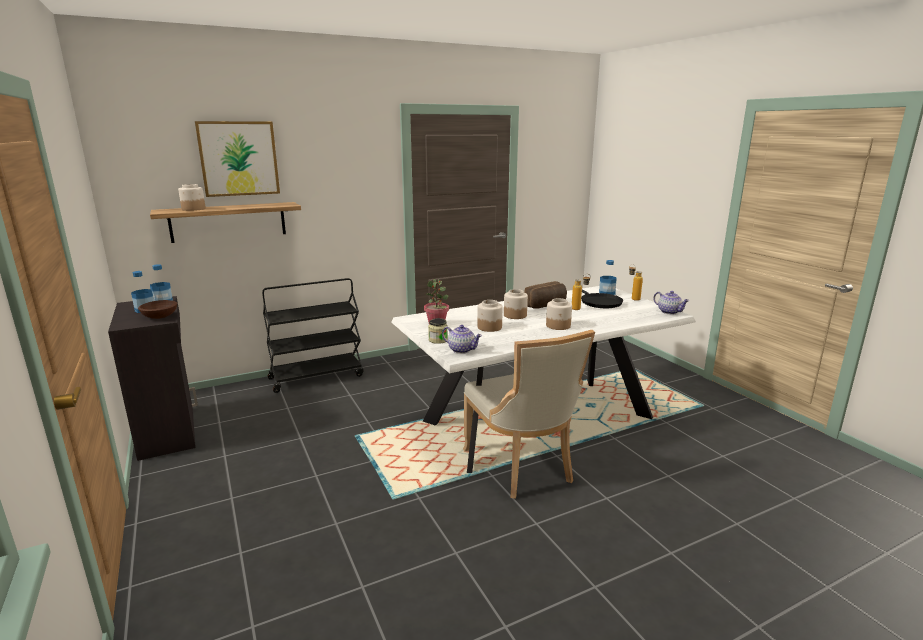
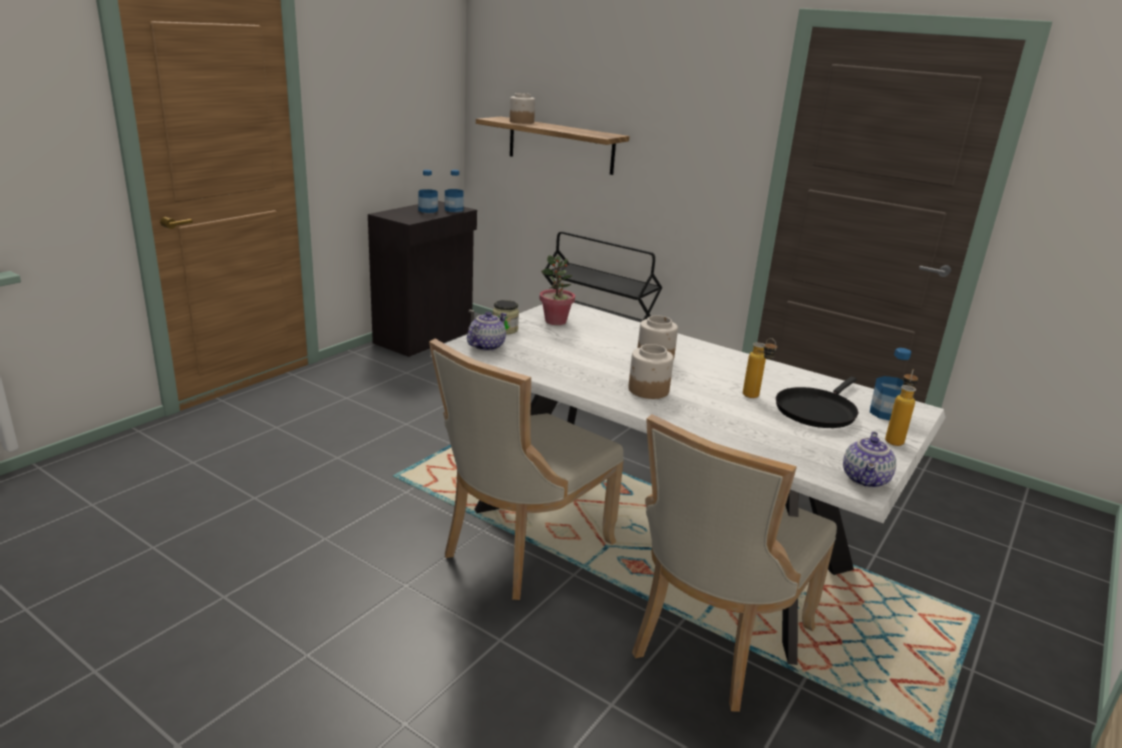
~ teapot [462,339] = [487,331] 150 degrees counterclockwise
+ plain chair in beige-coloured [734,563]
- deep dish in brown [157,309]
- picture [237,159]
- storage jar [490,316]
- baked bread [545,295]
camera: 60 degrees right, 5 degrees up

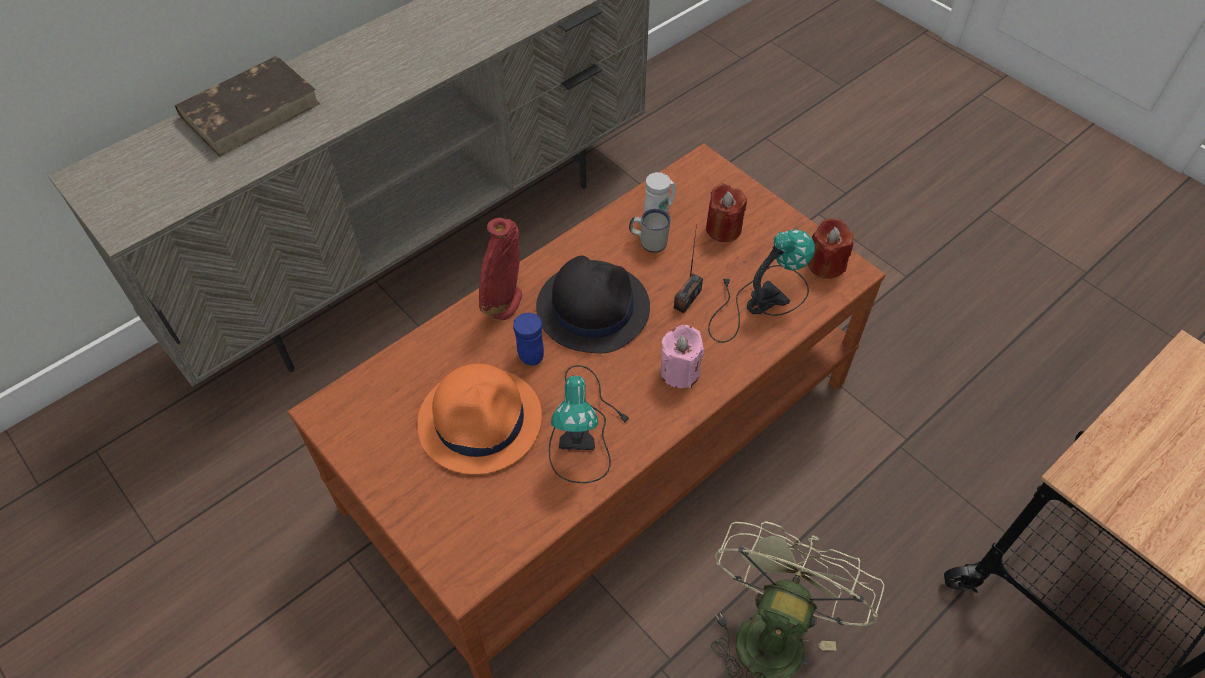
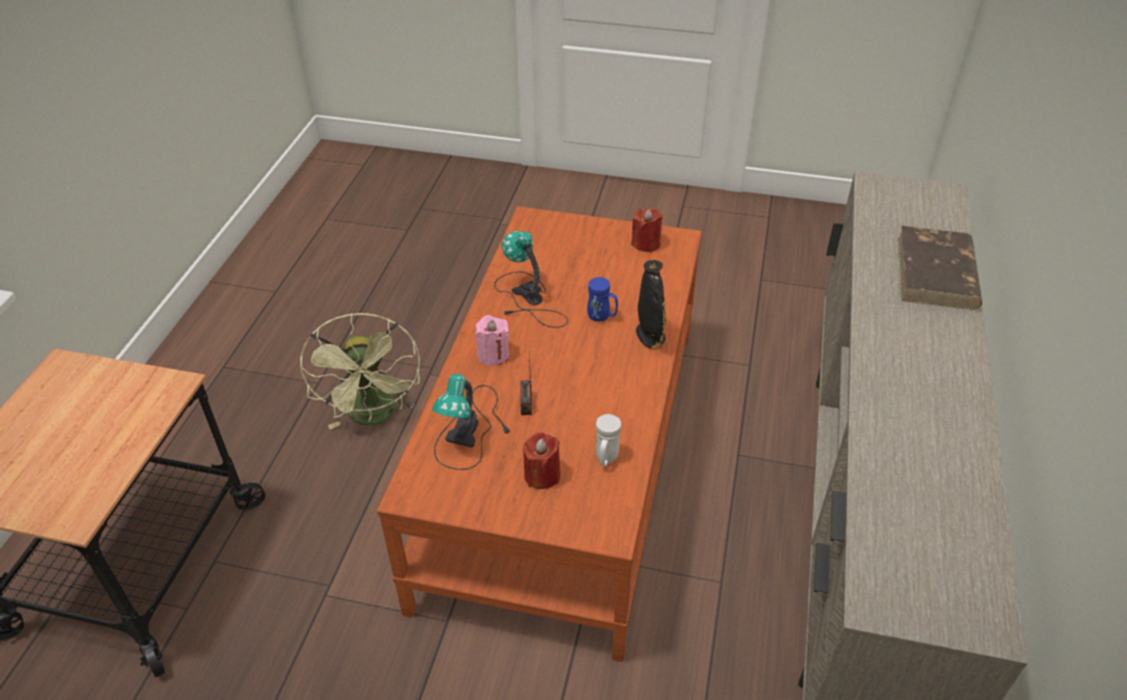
~ candle in reddish [831,248] to [646,230]
~ decorative vase in reddish [500,269] to decorative vase in black [651,304]
- hat in orange-coloured [479,419]
- hat in black [593,304]
- coffee mug in whitish [650,231]
camera: 145 degrees right, 10 degrees down

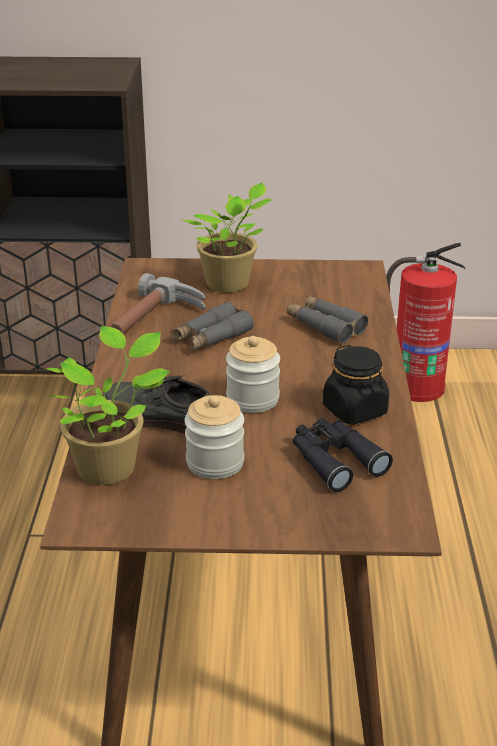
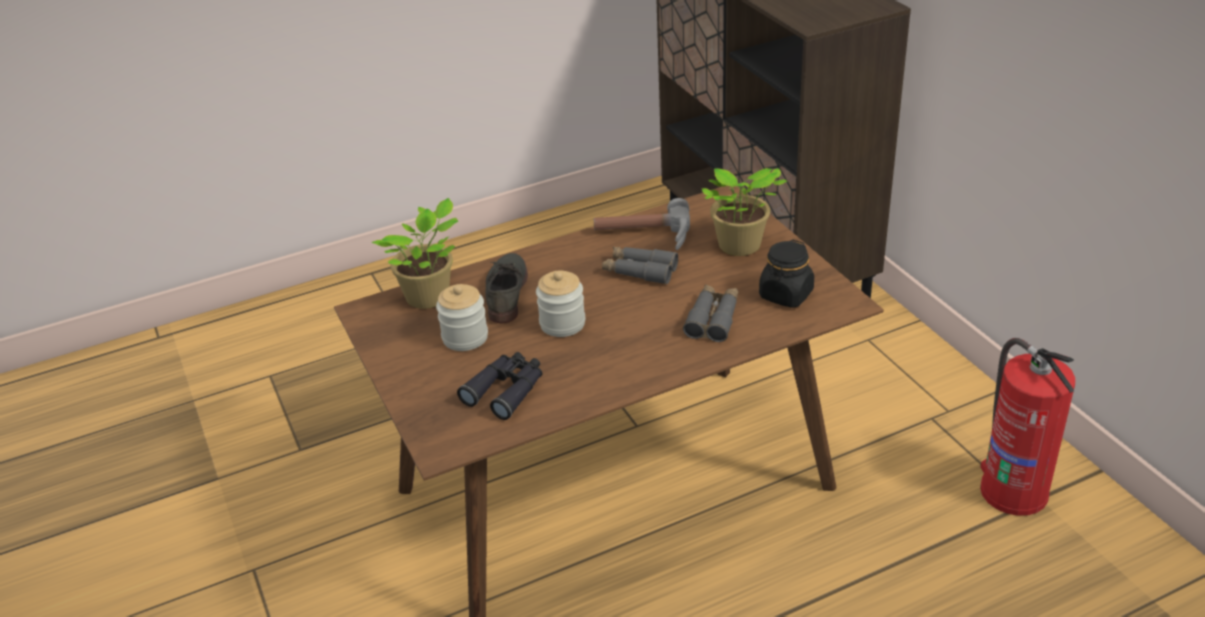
~ storage jar in black [356,385] to [786,274]
camera: 65 degrees right, 5 degrees up

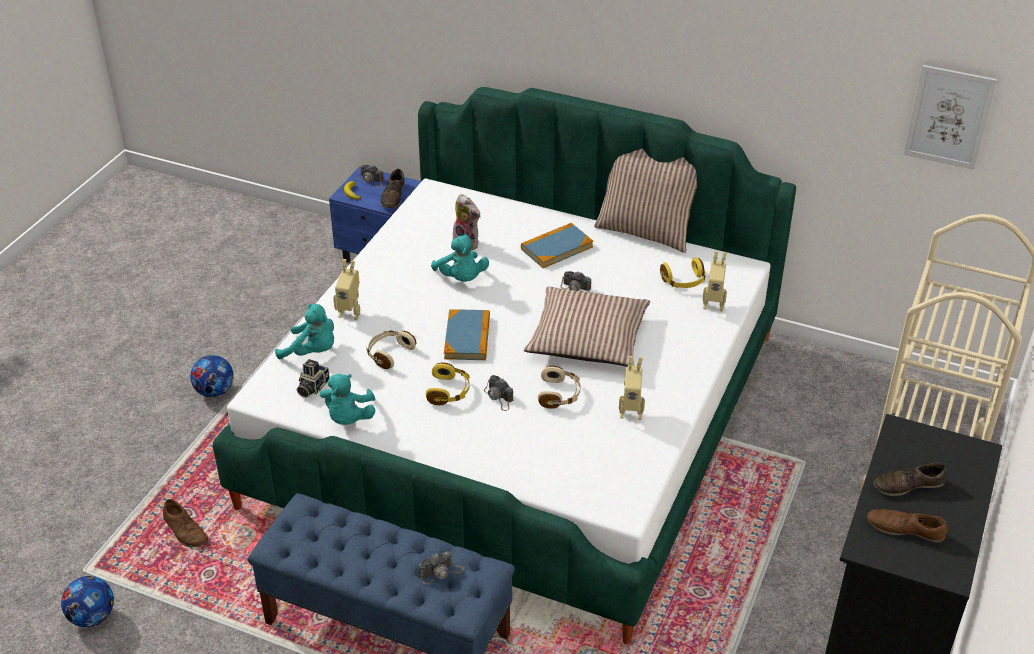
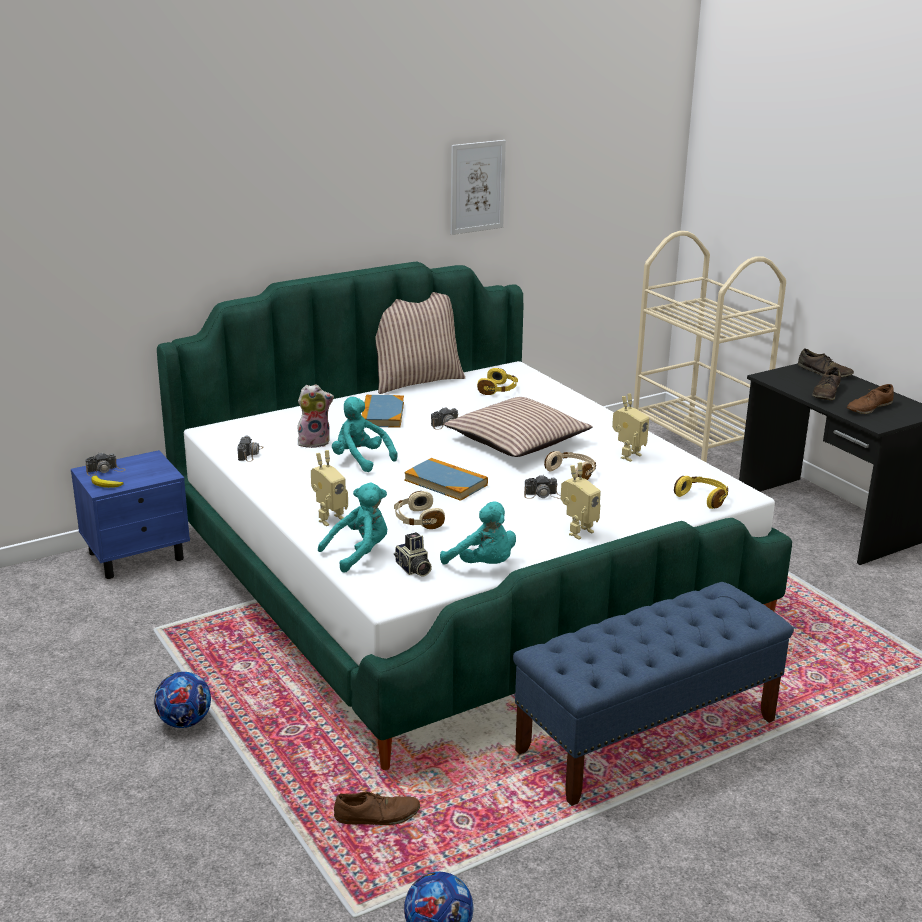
~ photo camera [441,567] to [251,449]
~ soft toy in blue-green [460,258] = [365,434] 150 degrees counterclockwise
~ picture [950,117] to [478,187]
~ toy robot [715,281] to [581,501]
~ headset in yellow-coloured [448,384] to [701,492]
~ shoe in brown [393,188] to [826,363]
camera: 55 degrees left, 15 degrees down

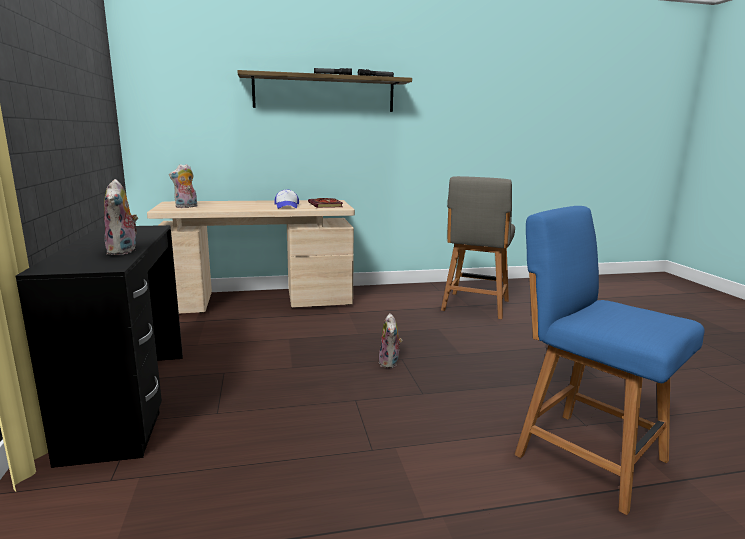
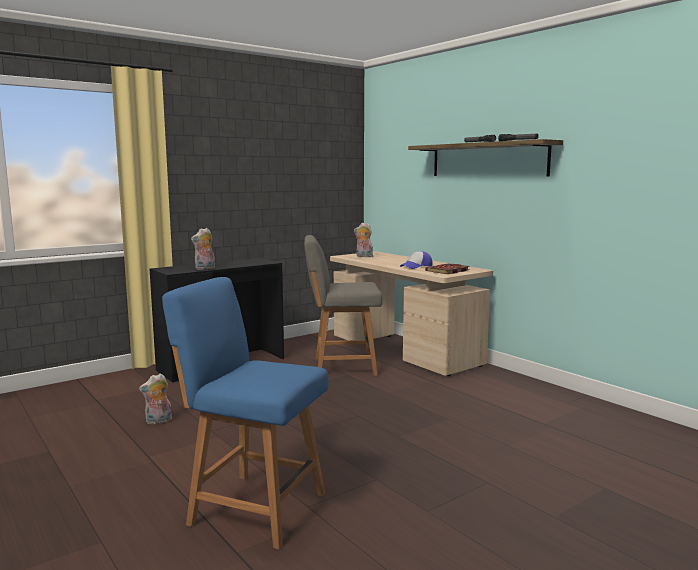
~ soft toy [391,340] to [155,398]
~ plain chair in blue [609,360] = [245,413] 90 degrees counterclockwise
~ plain chair in grey [478,247] to [343,305]
camera: 65 degrees right, 5 degrees down

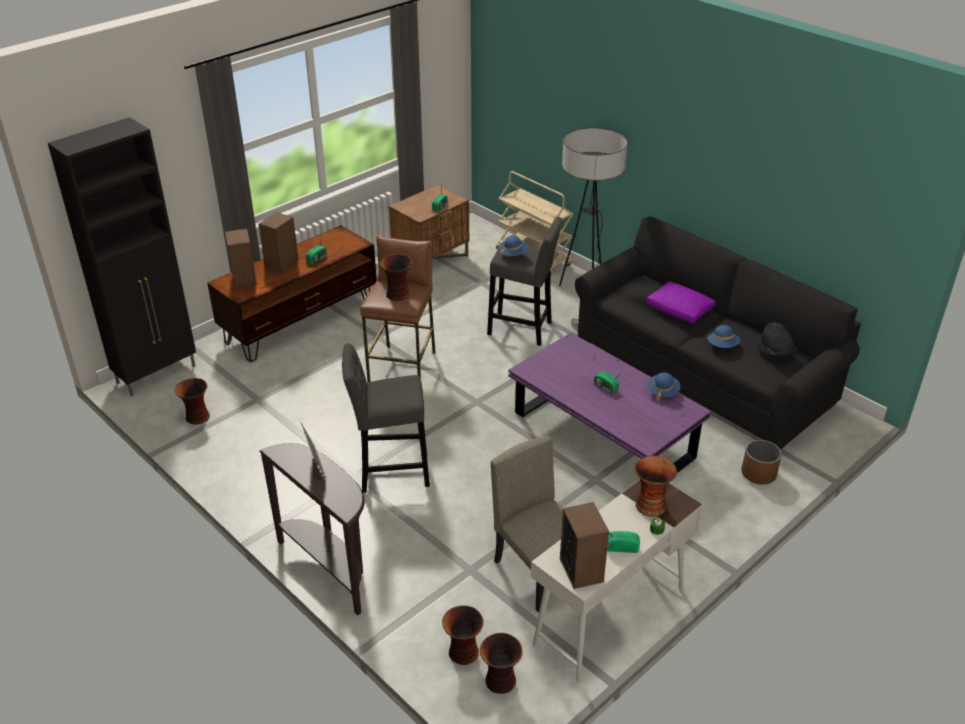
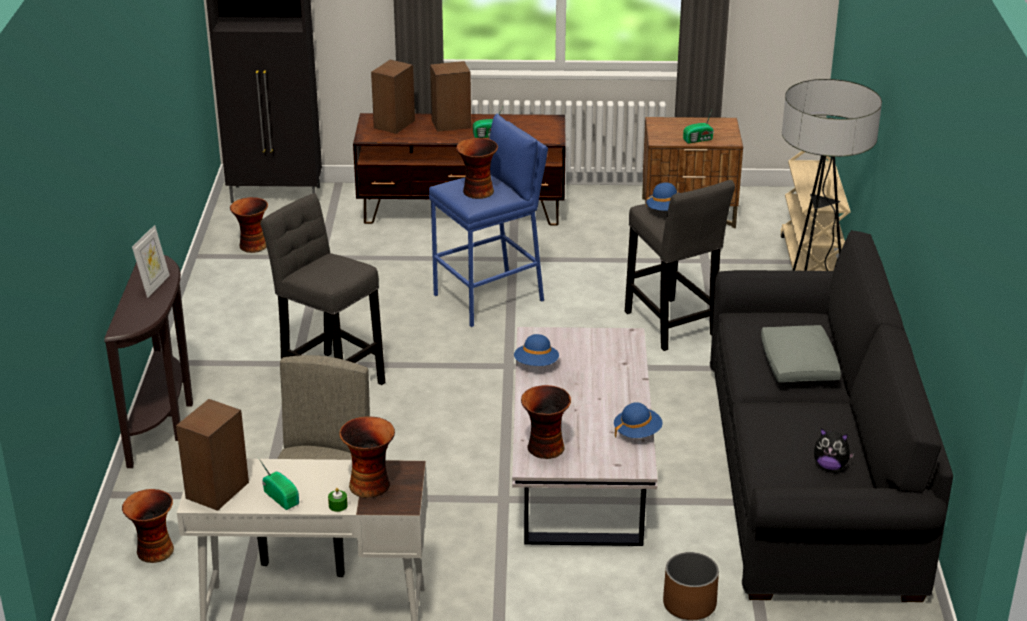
~ stool seat in brown [397,308] to stool seat in blue [488,220]
~ lounge table in purple-coloured [609,406] to lounge table in whitish [585,436]
~ hat in blue [724,336] to [536,350]
~ decorative vase [501,663] to [546,422]
~ throw pillow in purple-coloured [681,302] to throw pillow in grey [801,353]
~ hat in black [777,340] to soft toy [834,449]
- radio set [608,382]
camera: 45 degrees right, 5 degrees down

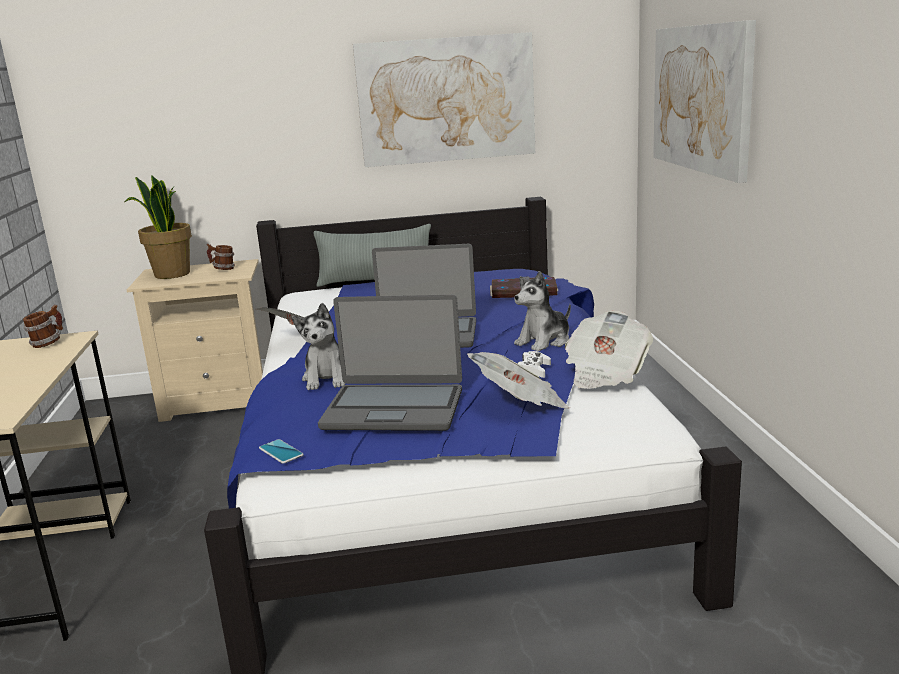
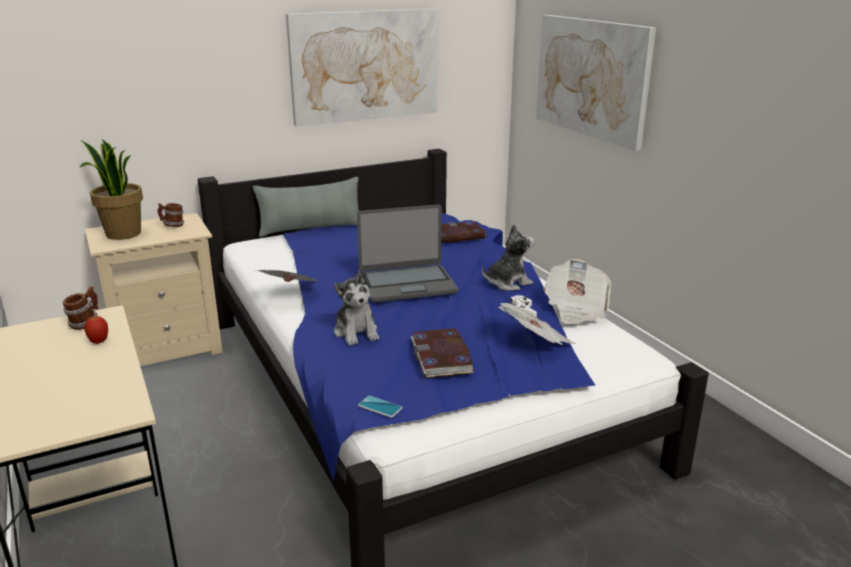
+ apple fruit [96,330]
~ laptop [390,363] to bound book [442,353]
~ soft toy [542,311] = [508,257] 150 degrees counterclockwise
camera: 20 degrees left, 5 degrees up

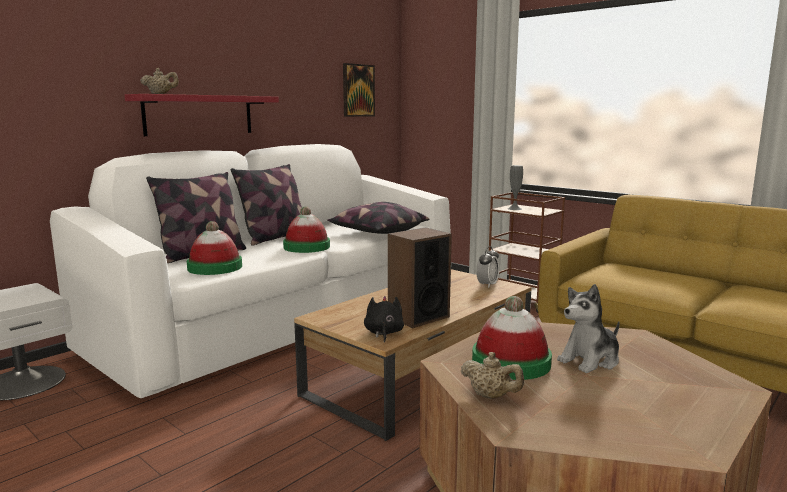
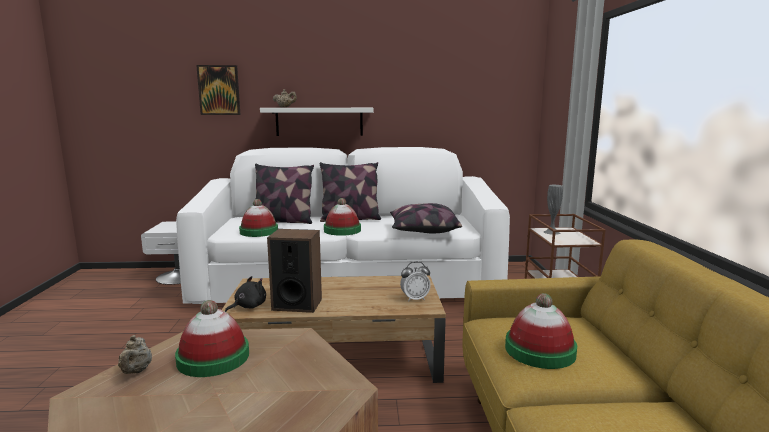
~ picture [359,90] to [218,90]
~ shelf in reddish [201,115] to shelf in whitish [317,122]
+ hat [541,331]
- soft toy [588,328]
camera: 45 degrees right, 0 degrees up

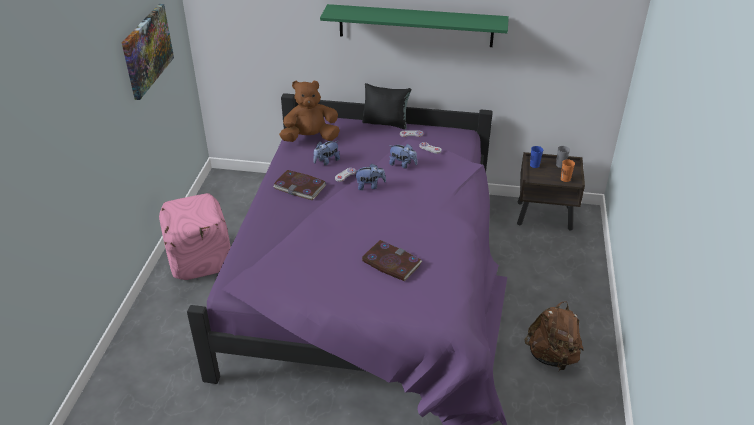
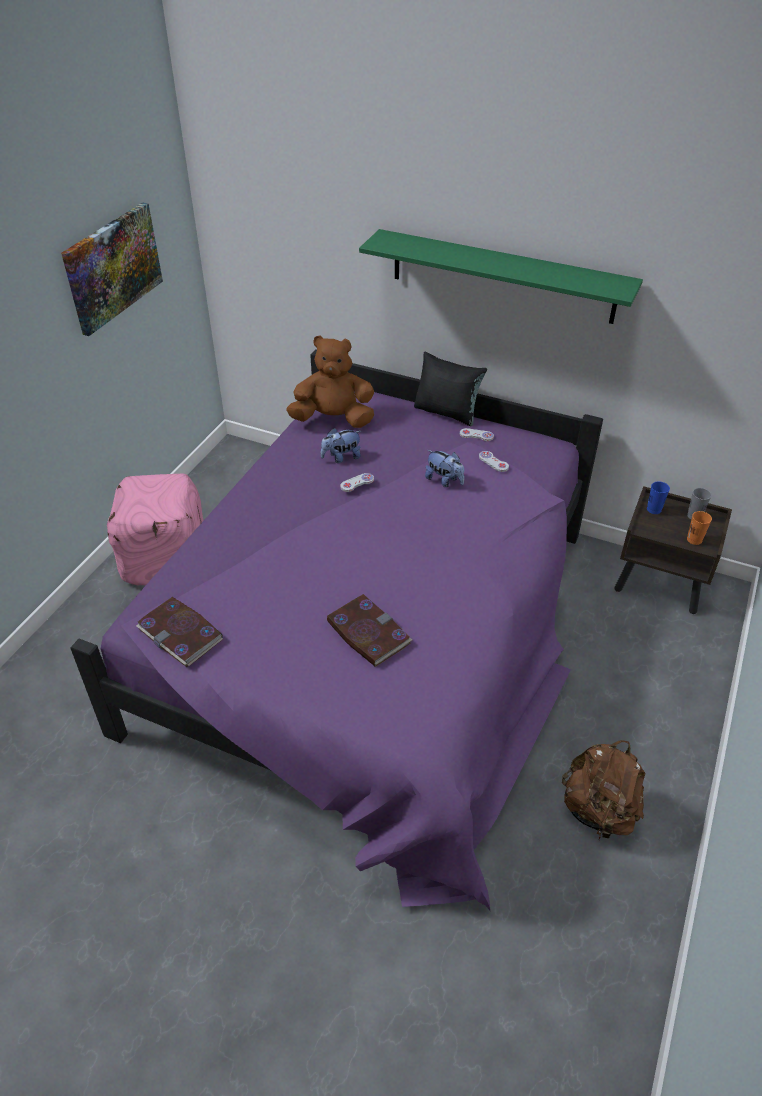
~ bound book [299,185] to [179,632]
- soft toy [370,177]
camera: 15 degrees right, 5 degrees up

